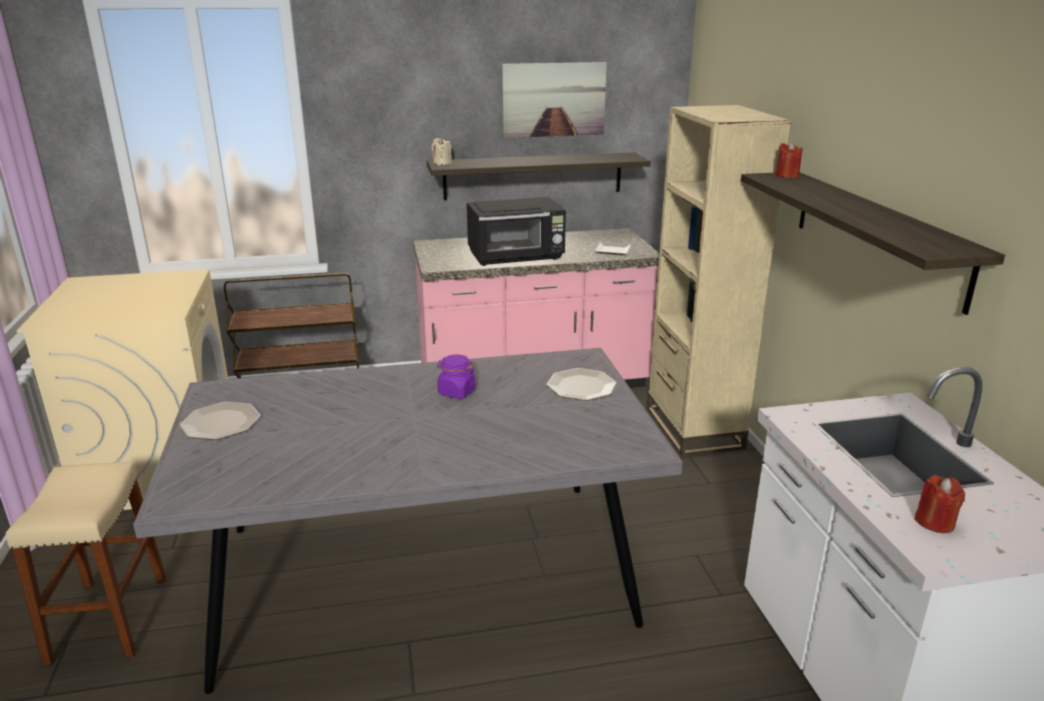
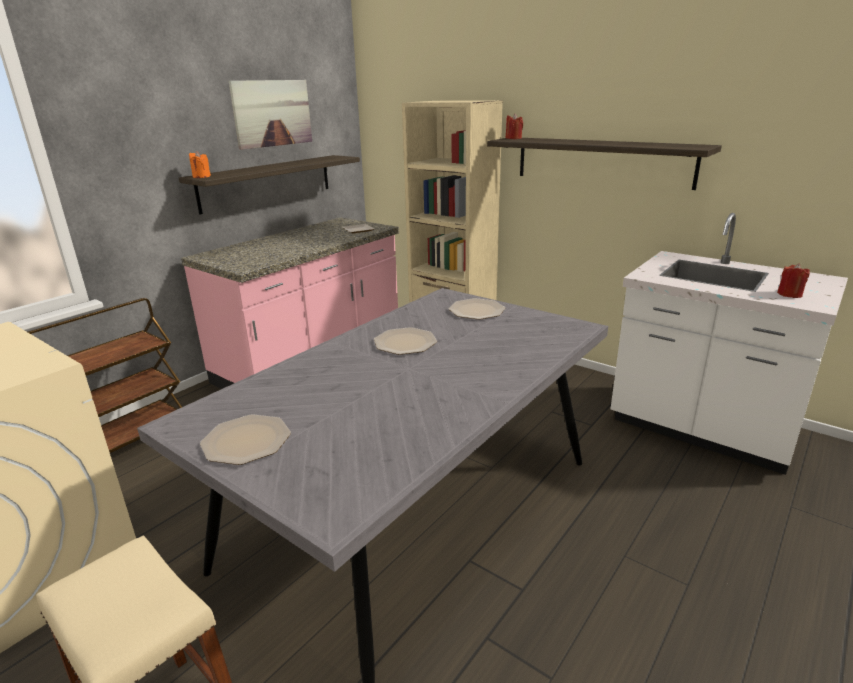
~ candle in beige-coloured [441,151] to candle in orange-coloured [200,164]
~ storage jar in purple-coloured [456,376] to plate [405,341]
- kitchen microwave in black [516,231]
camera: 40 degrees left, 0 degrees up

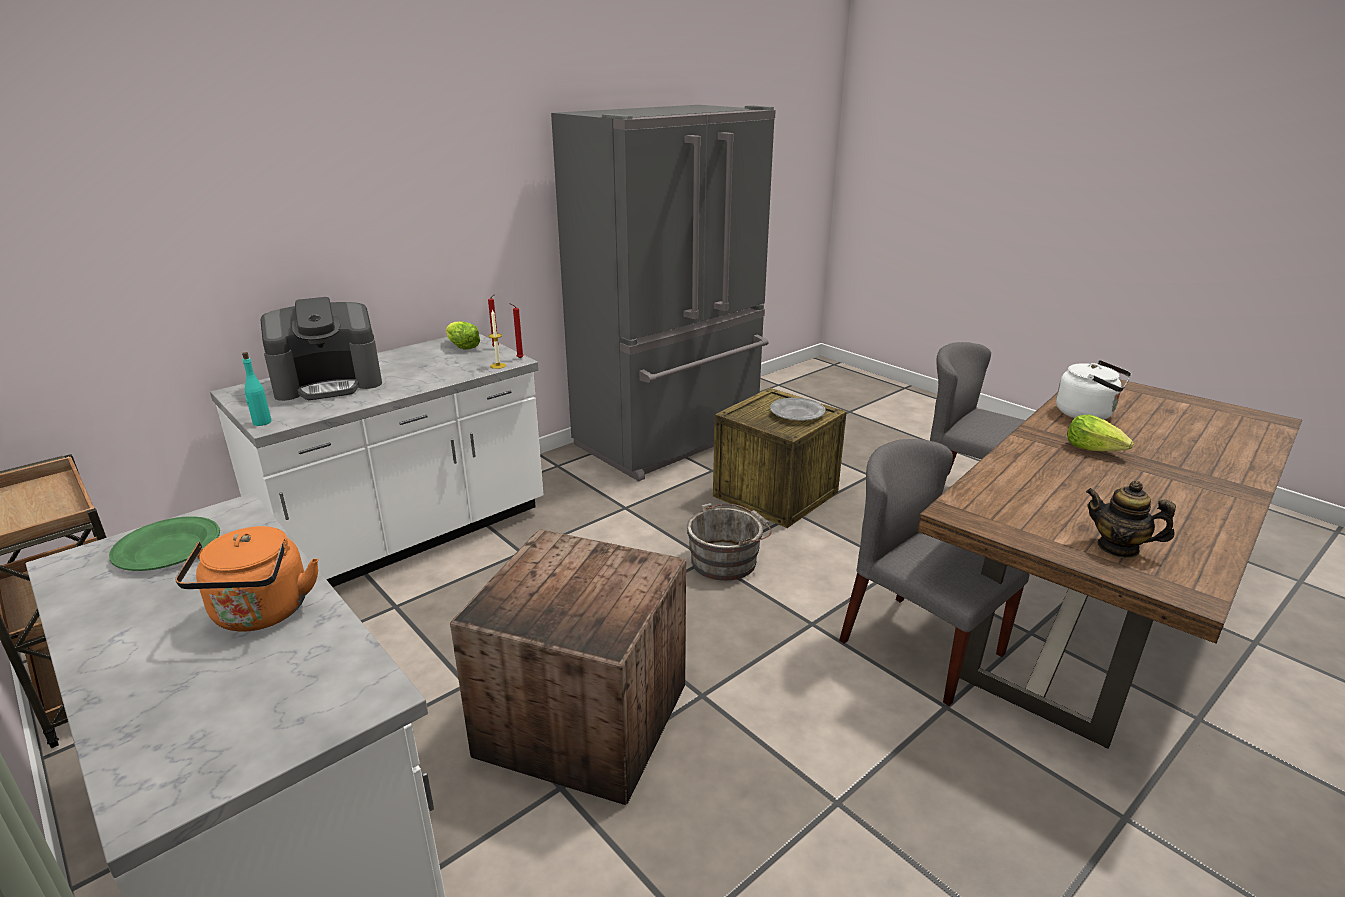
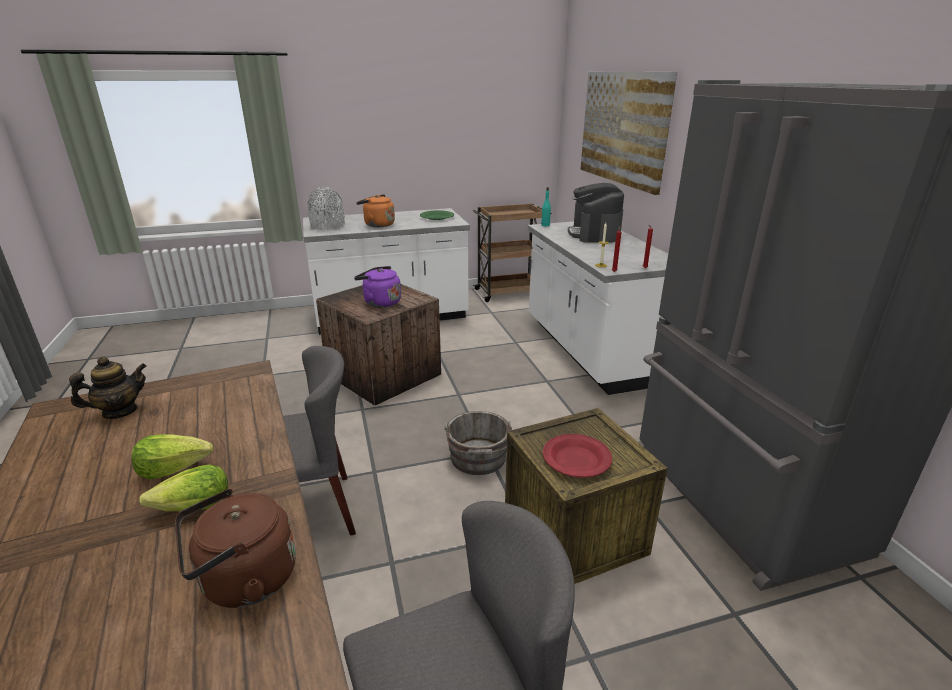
~ head of lettuce [463,335] to [172,456]
~ kettle in whitish [1093,390] to kettle in brown [235,548]
+ decorative vase in grey [326,208]
+ kettle in purple-coloured [377,287]
~ plate in grey [797,409] to plate in reddish [577,456]
+ picture [629,133]
camera: 115 degrees right, 0 degrees up

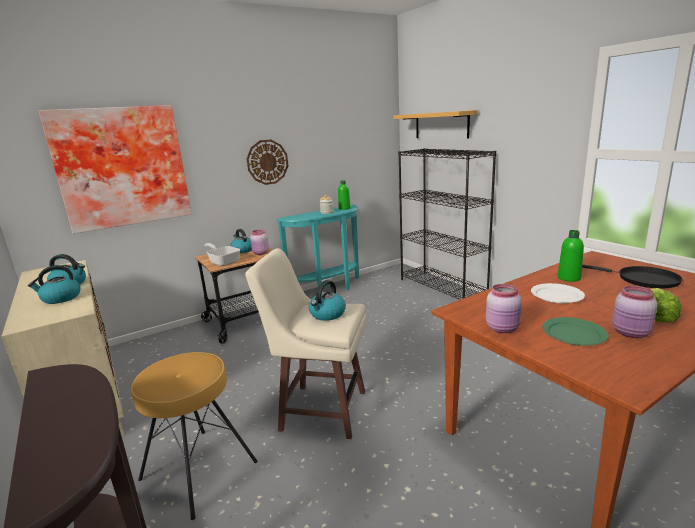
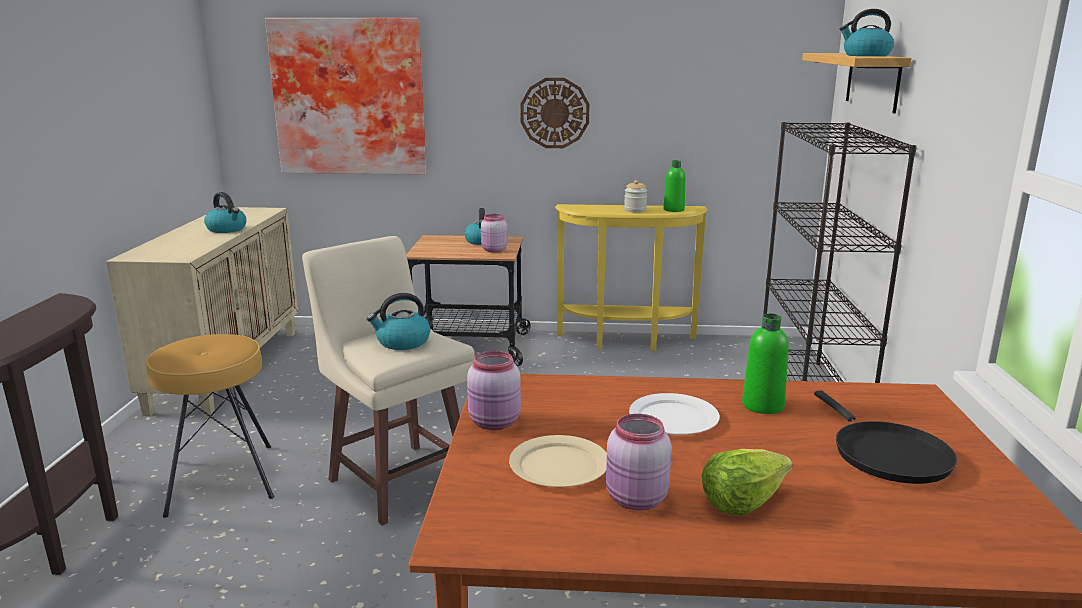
~ plate in greenish [575,331] to plate in beige-coloured [558,461]
~ console table in blue-green [318,248] to console table in yellow-coloured [631,277]
~ kettle [54,284] to [866,32]
- pan [222,254]
camera: 35 degrees right, 0 degrees up

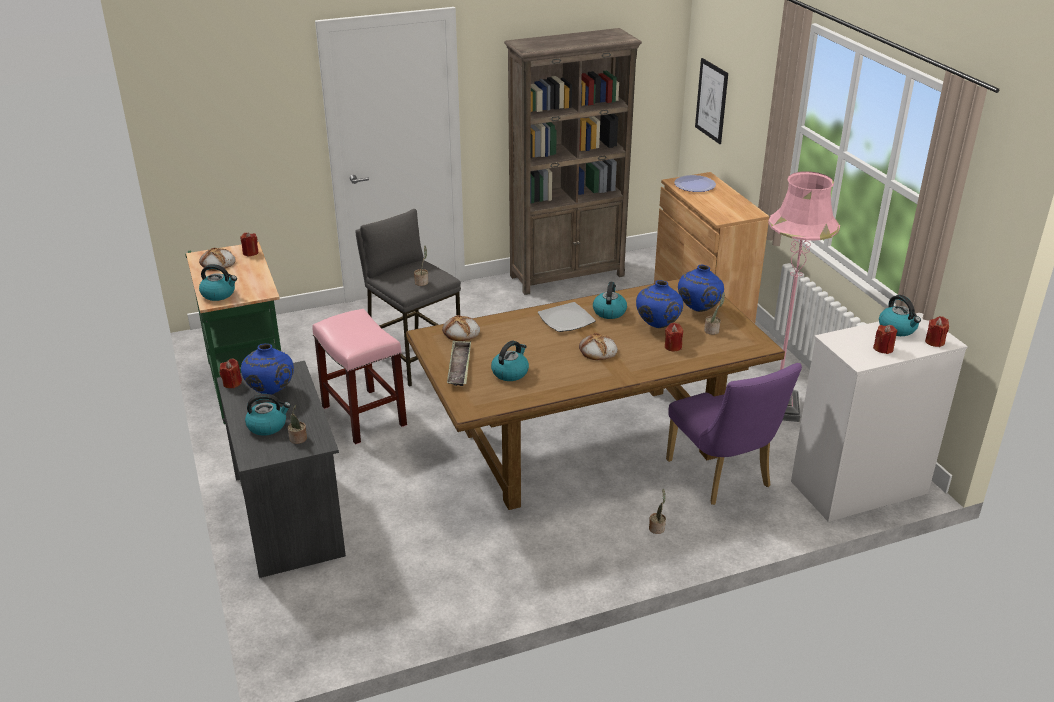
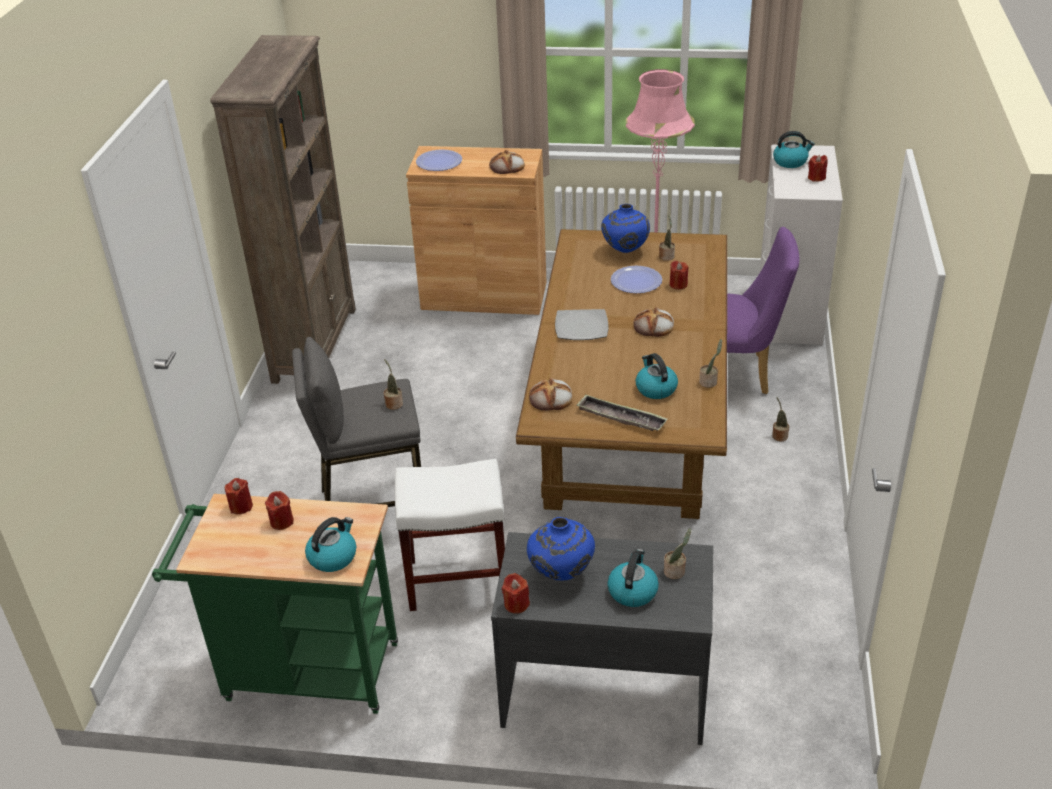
~ candle in reddish [937,331] to [279,510]
~ stool seat in pinkish [359,377] to stool seat in whitish [450,535]
~ baked bread [217,259] to [507,162]
~ decorative vase in blue [659,304] to plate [636,279]
+ potted plant [710,363]
- kettle [610,300]
- picture [711,101]
camera: 60 degrees left, 5 degrees up

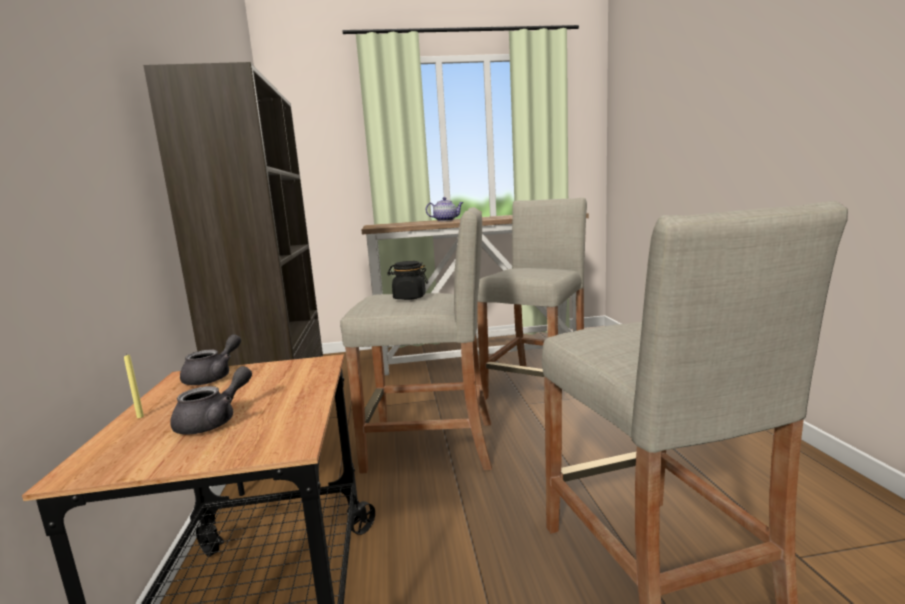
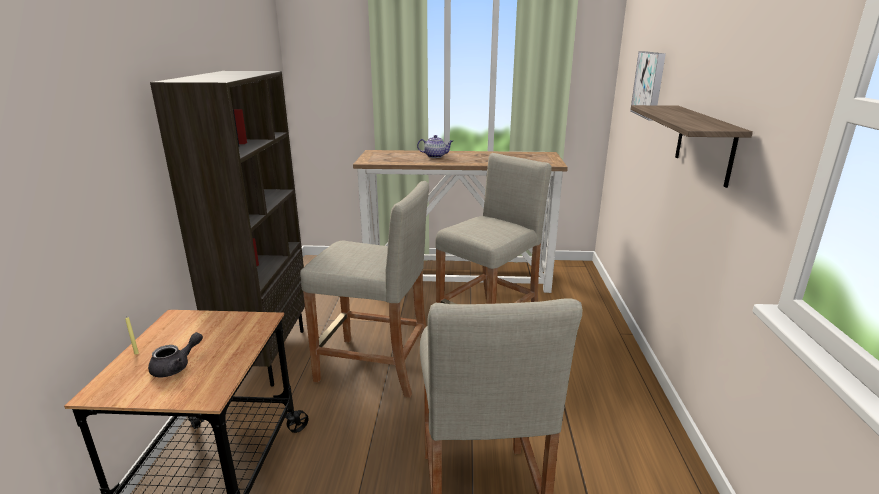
+ picture [648,85]
+ shelf [692,146]
- teapot in grey [210,359]
- storage jar in black [407,280]
camera: 10 degrees right, 10 degrees up

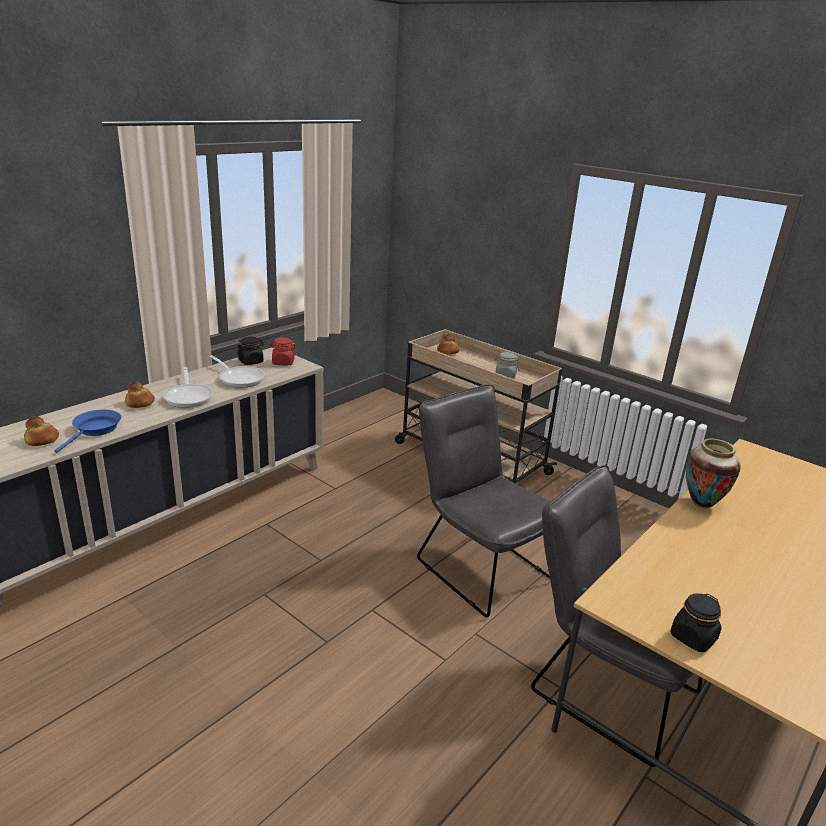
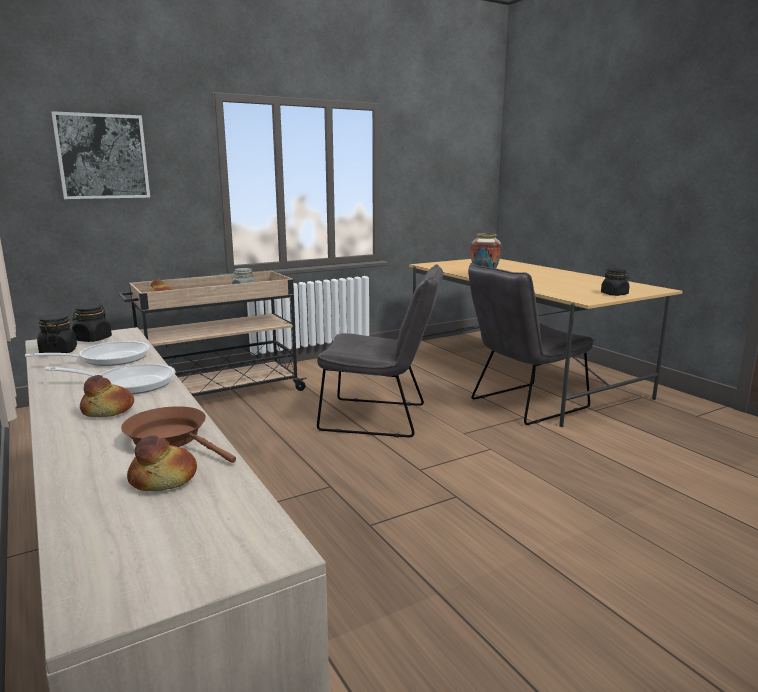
+ picture [100,155]
~ storage jar in reddish [283,352] to storage jar in black [92,323]
~ pan in blue [87,431] to pan in brown [178,434]
~ plain chair in grey [483,500] = [379,350] 150 degrees counterclockwise
camera: 70 degrees left, 10 degrees down

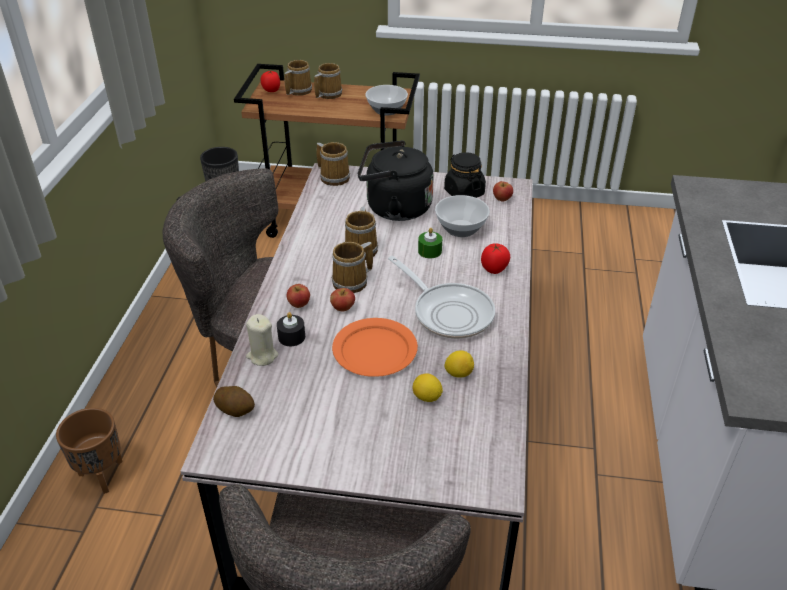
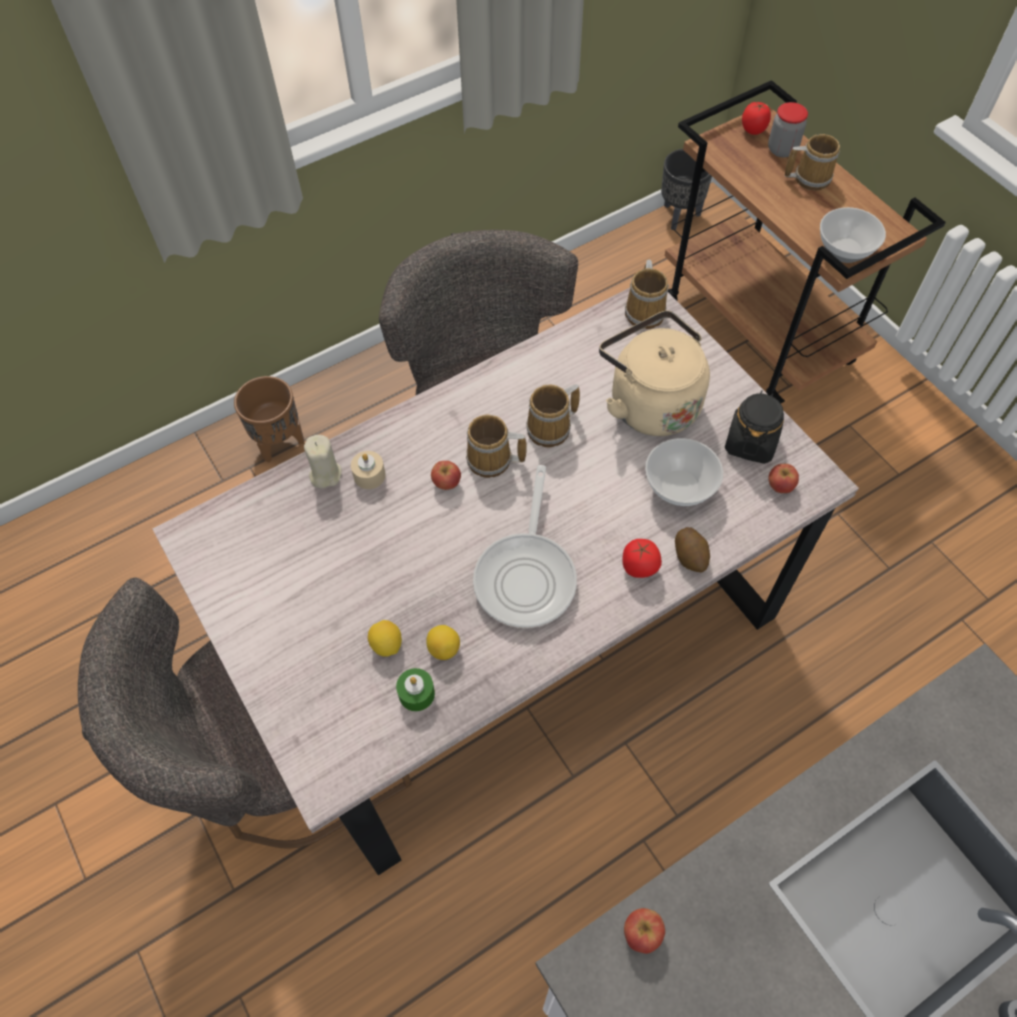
~ candle in black [291,329] to candle in beige-coloured [368,470]
~ candle in greenish [430,243] to [415,689]
~ kettle in black [396,180] to kettle in beige-coloured [654,373]
~ apple fruit [298,296] to [644,931]
~ spud [234,401] to [692,550]
~ coffee mug [298,78] to storage jar [788,129]
- plate in orange-coloured [375,347]
camera: 50 degrees right, 20 degrees up

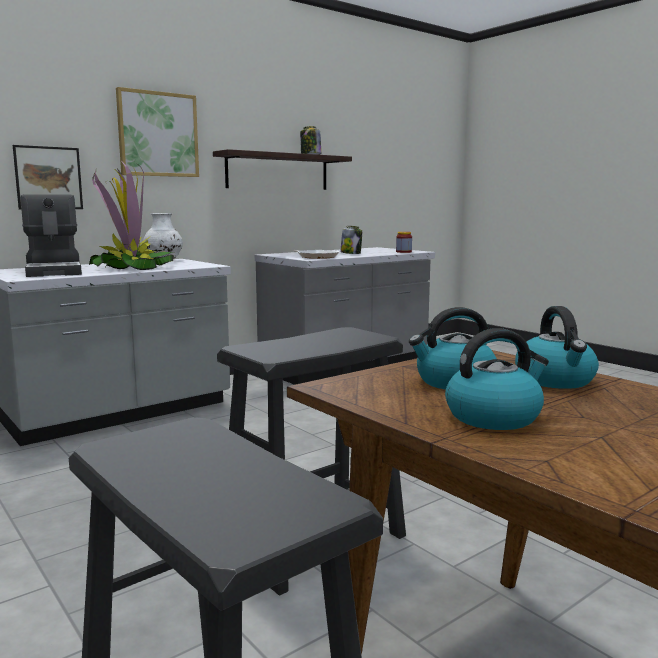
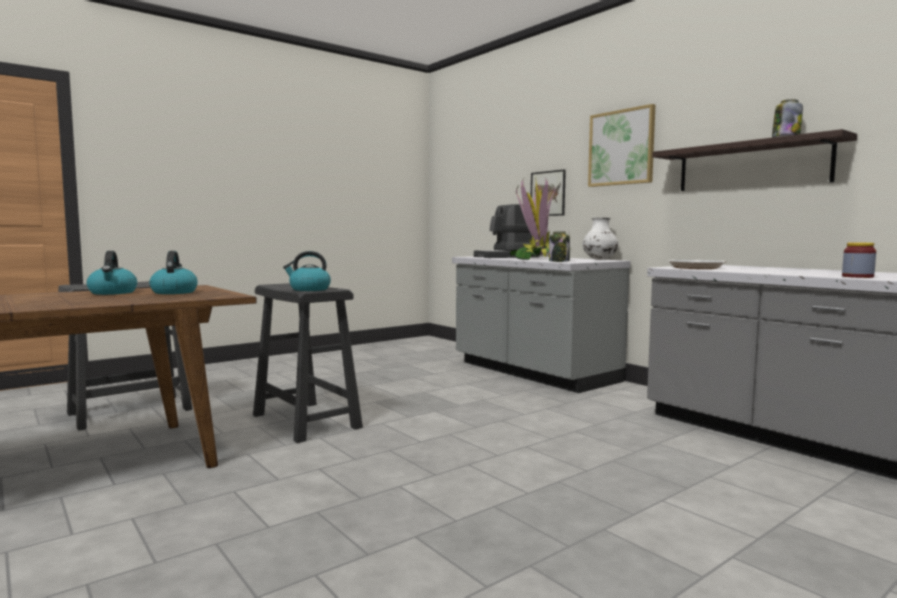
~ kettle [557,347] to [307,271]
~ storage jar [351,240] to [559,246]
camera: 90 degrees right, 5 degrees down

